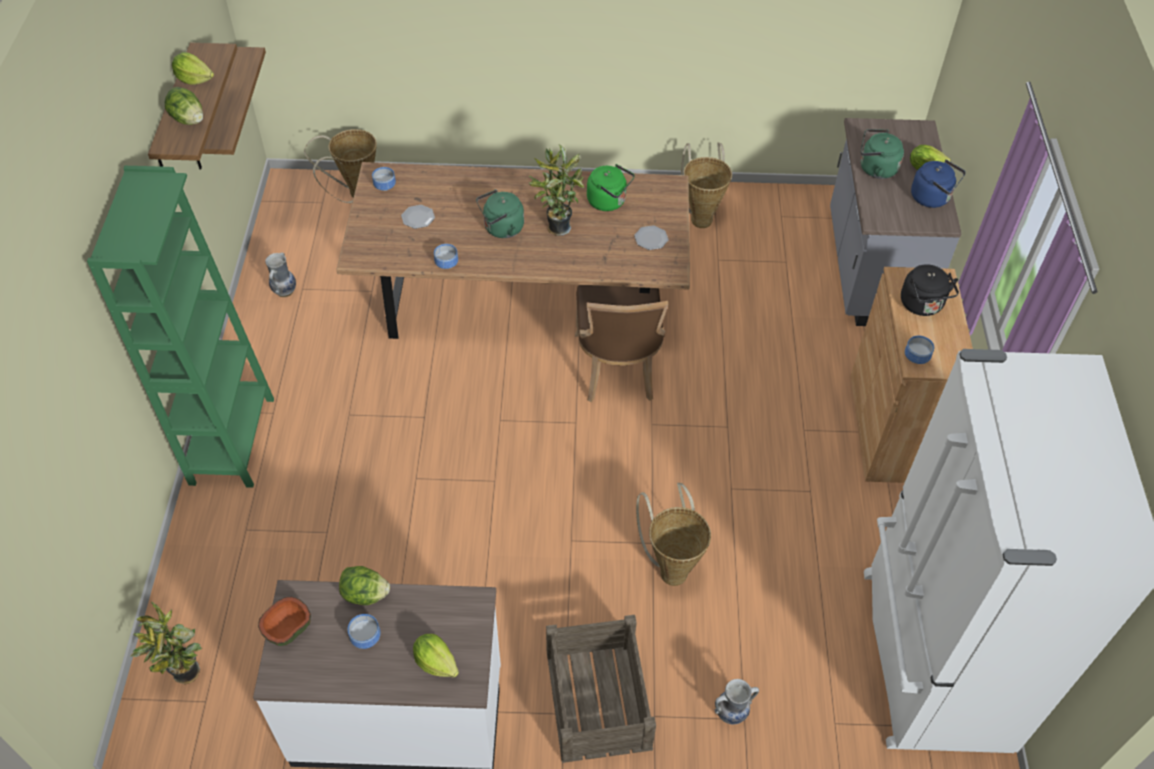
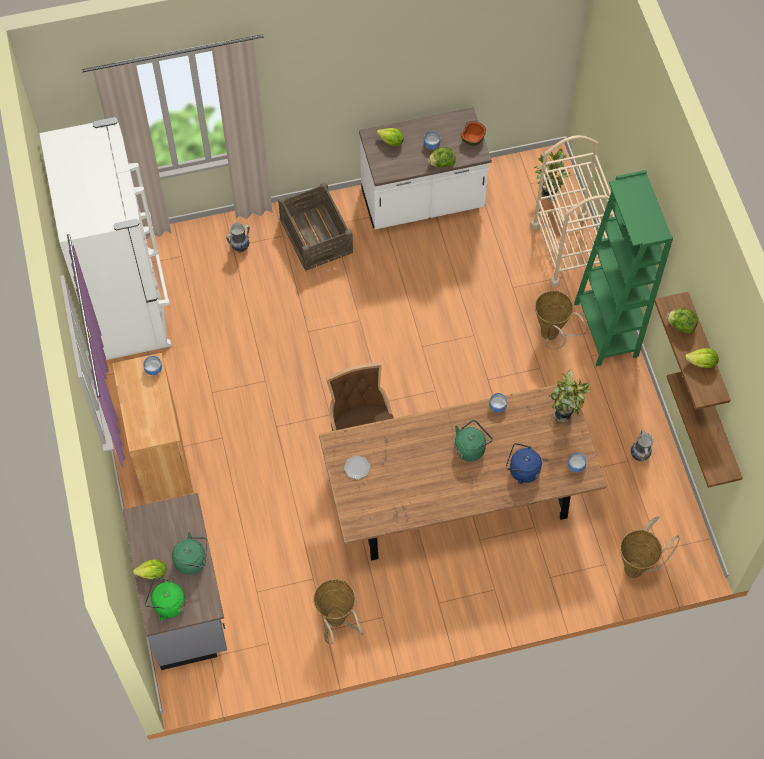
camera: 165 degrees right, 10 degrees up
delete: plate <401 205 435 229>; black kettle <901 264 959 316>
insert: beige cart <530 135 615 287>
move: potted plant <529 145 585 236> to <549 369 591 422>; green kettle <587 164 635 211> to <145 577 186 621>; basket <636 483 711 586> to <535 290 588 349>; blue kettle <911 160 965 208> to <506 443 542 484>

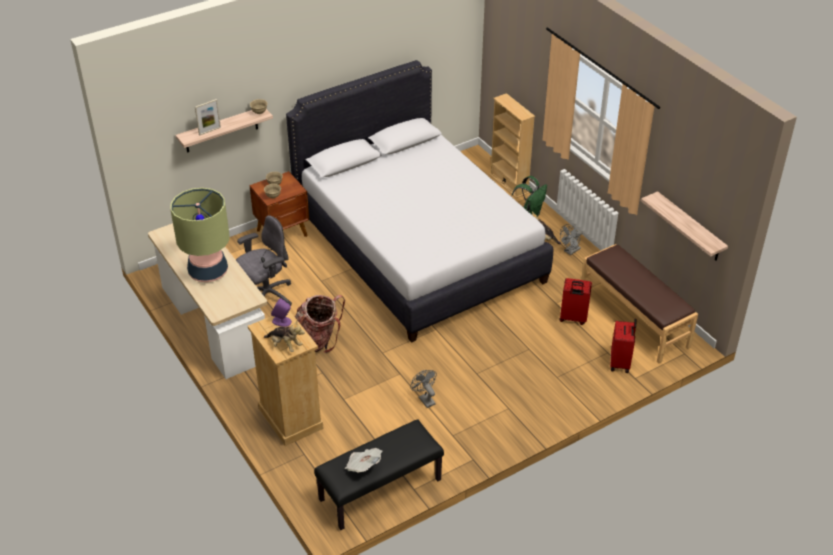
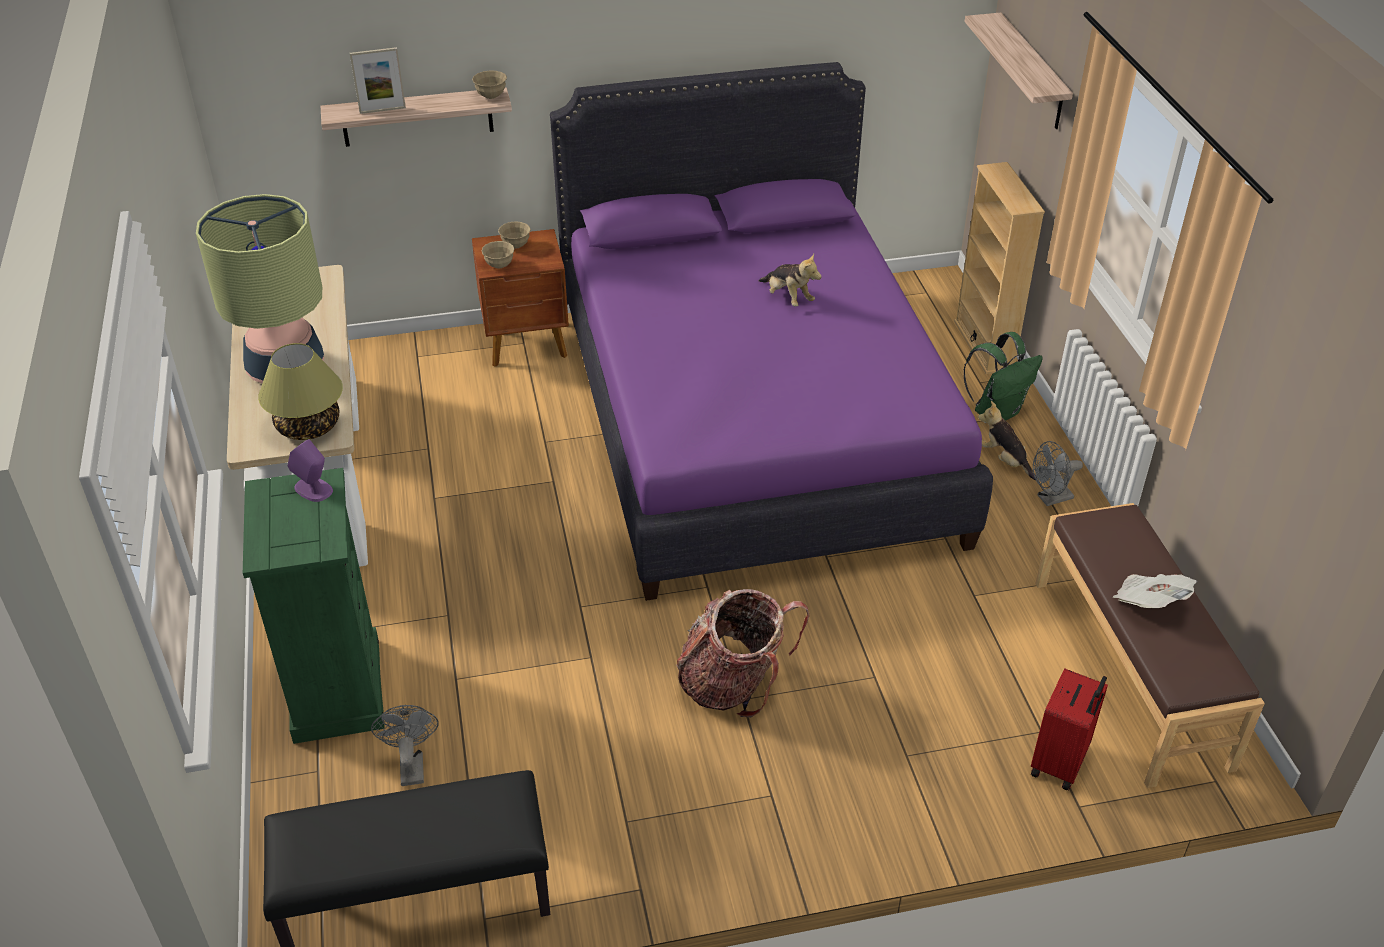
camera: 20 degrees right, 0 degrees up
delete: grey office chair <236 216 292 306>; red suitcase <559 278 592 325>
insert: table lamp <258 343 343 440>
move: plush toy <264 321 305 352> to <759 254 822 306>; backpack <295 295 345 353> to <676 589 810 717>; newspaper <345 448 382 472> to <1113 574 1197 608>; grey fan <410 370 437 408> to <371 705 439 786>; shelf <641 191 728 261> to <964 13 1073 129>
recolor: beige dresser <248 310 324 446> to green dresser <243 468 385 744>; white bed <286 60 553 343> to purple bed <550 62 993 601>

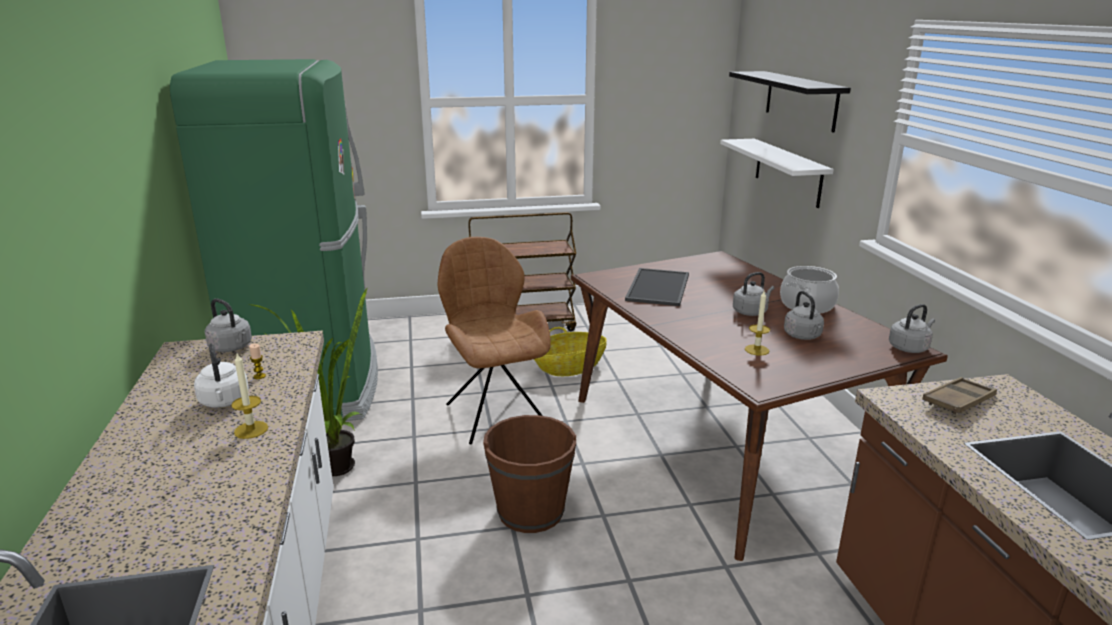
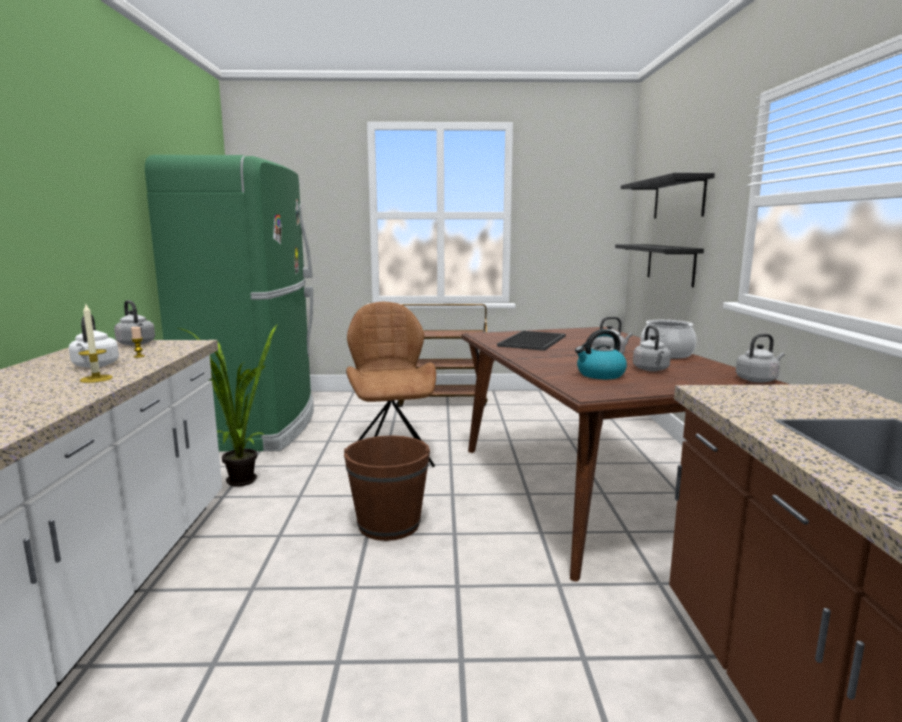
camera: 10 degrees right, 10 degrees down
delete: basket <534 327 607 376>; brown tray <922 377 997 415>
replace: candle <745 291 770 356> to kettle <575 329 627 379>
recolor: white shelf <720 139 834 208> to black shelf <615 244 704 287>

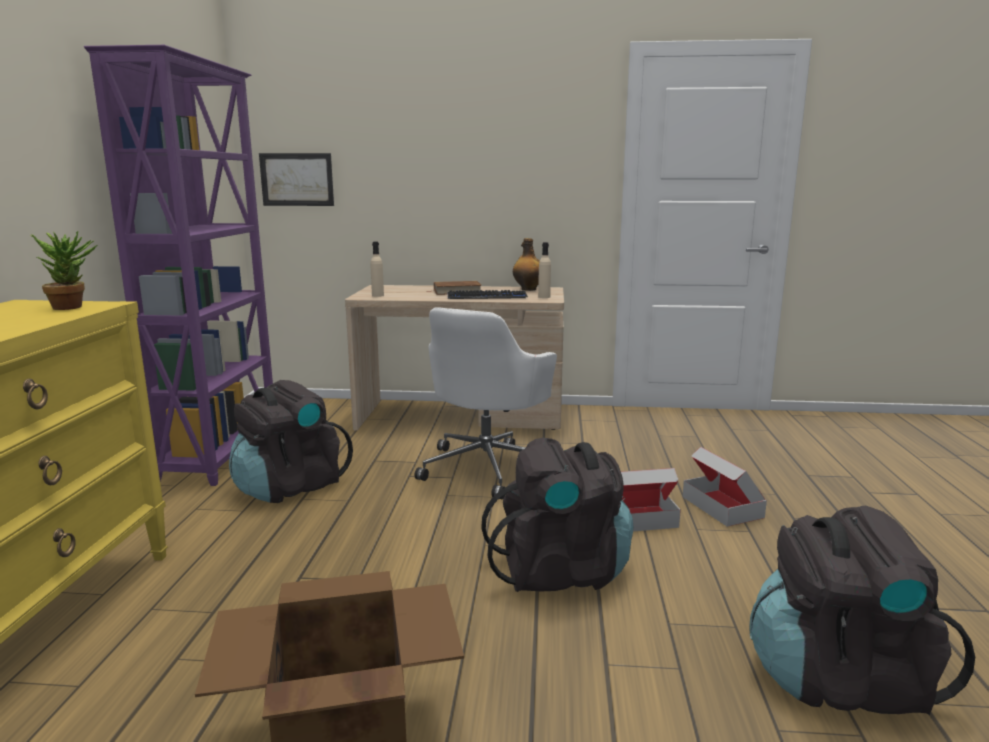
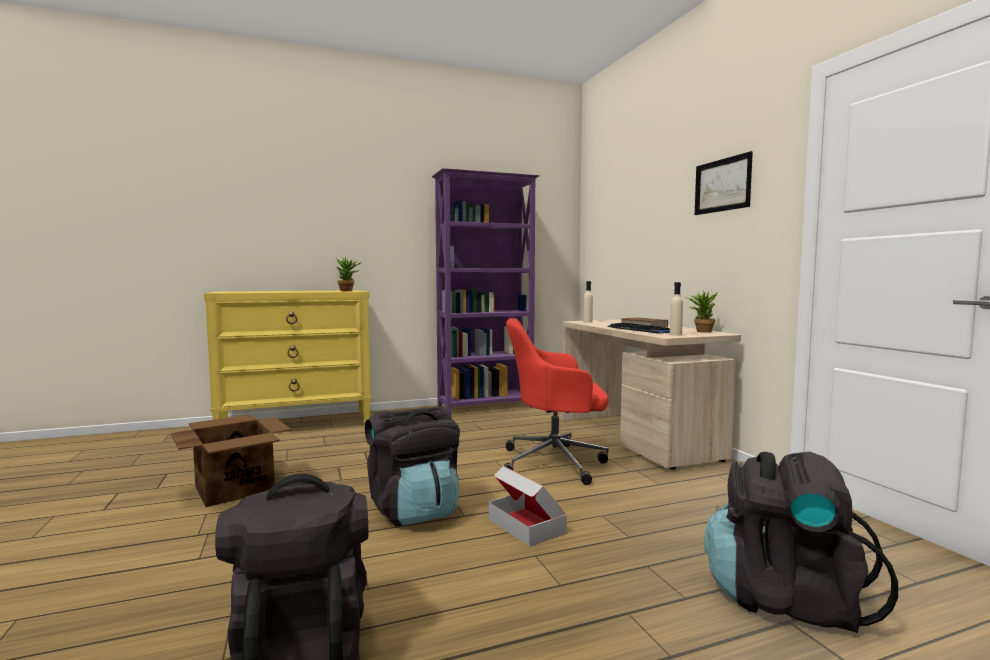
camera: 65 degrees right, 10 degrees down
delete: cardboard box <683 447 767 527>
move: black backpack <229 380 353 503> to <704 452 898 633>; picture <259 153 334 206> to <695 151 753 215>
replace: bottle <513 238 540 291> to potted plant <685 291 718 333>
recolor: white office chair <415 307 557 499> to red office chair <504 318 608 485>

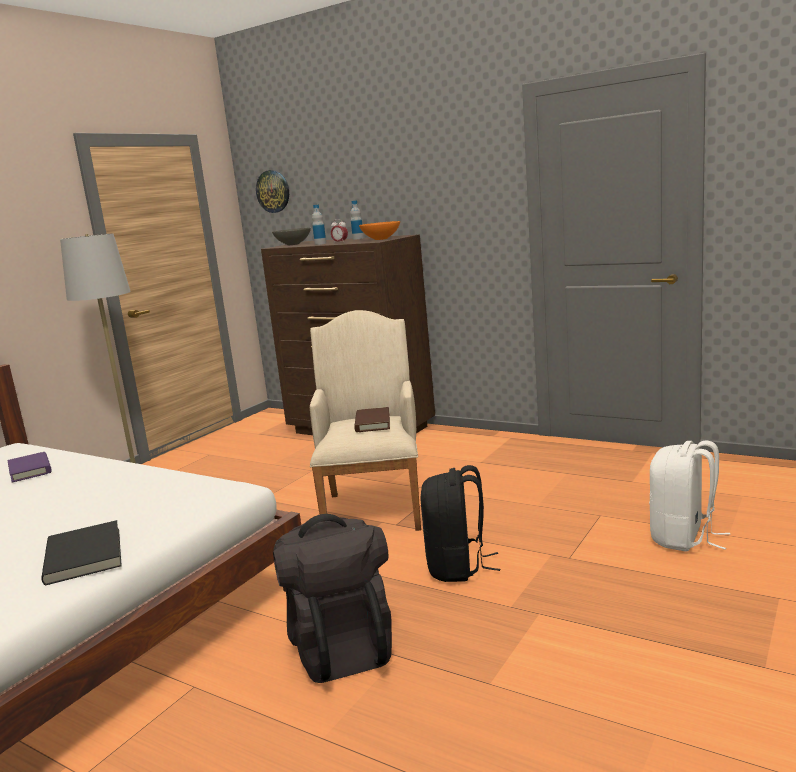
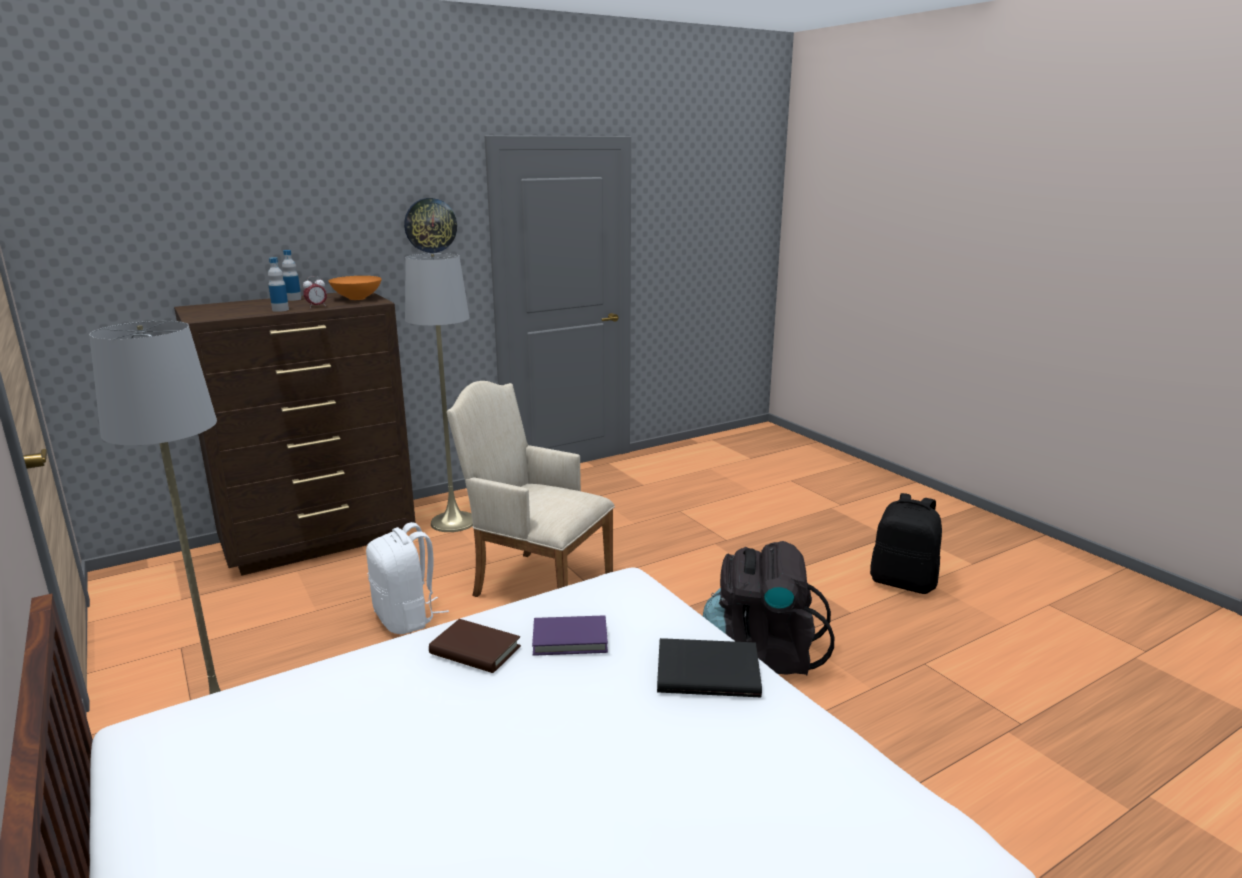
camera: 65 degrees left, 5 degrees up
delete: grey bowl <272 228 311 245>
insert: grey floor lamp <405 253 473 532>
move: purple book <7 452 52 483> to <532 616 608 656>; wall clock <256 170 289 213> to <404 198 457 253>; brown book <354 407 390 432> to <429 619 521 673>; black backpack <421 465 500 582> to <870 493 942 594>; white backpack <649 440 730 552> to <366 522 449 634>

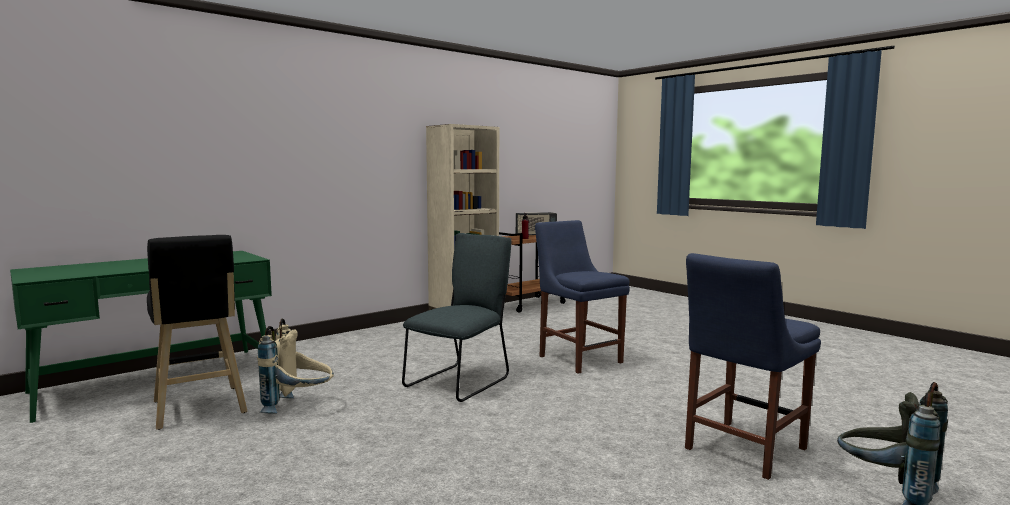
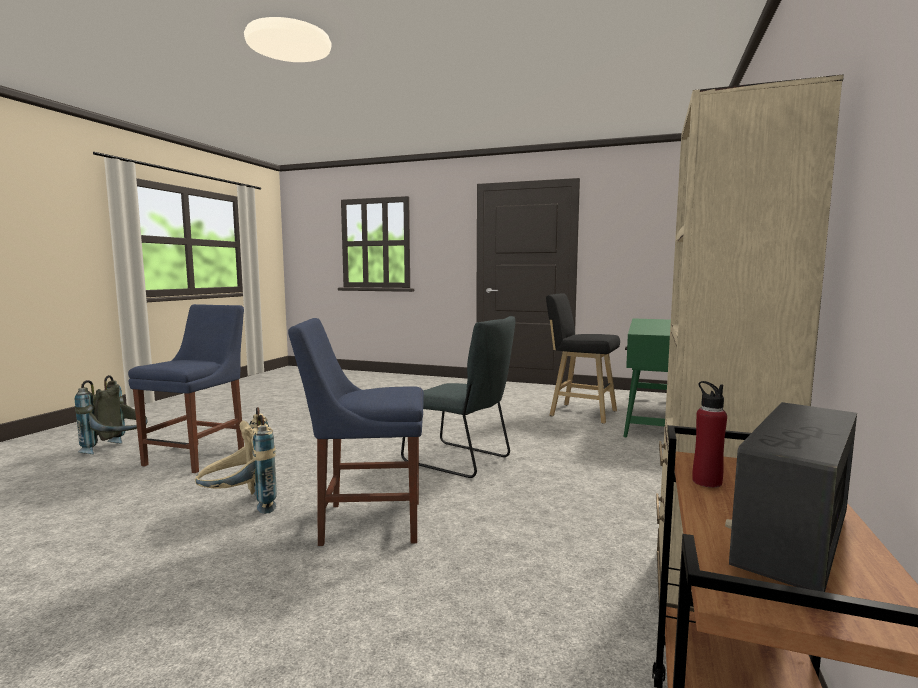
camera: 150 degrees right, 0 degrees up
move: beige backpack <257 319 334 414> to <195 407 277 514>
rotate: grey chair <402 233 511 402> = <401 316 516 478> 60 degrees counterclockwise; blue chair <535 220 630 374> = <288 318 424 546> 150 degrees clockwise

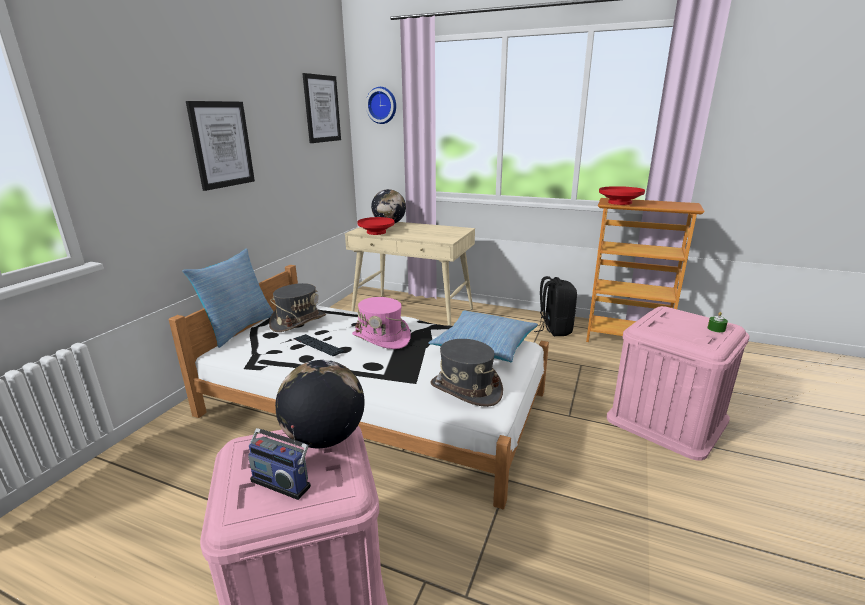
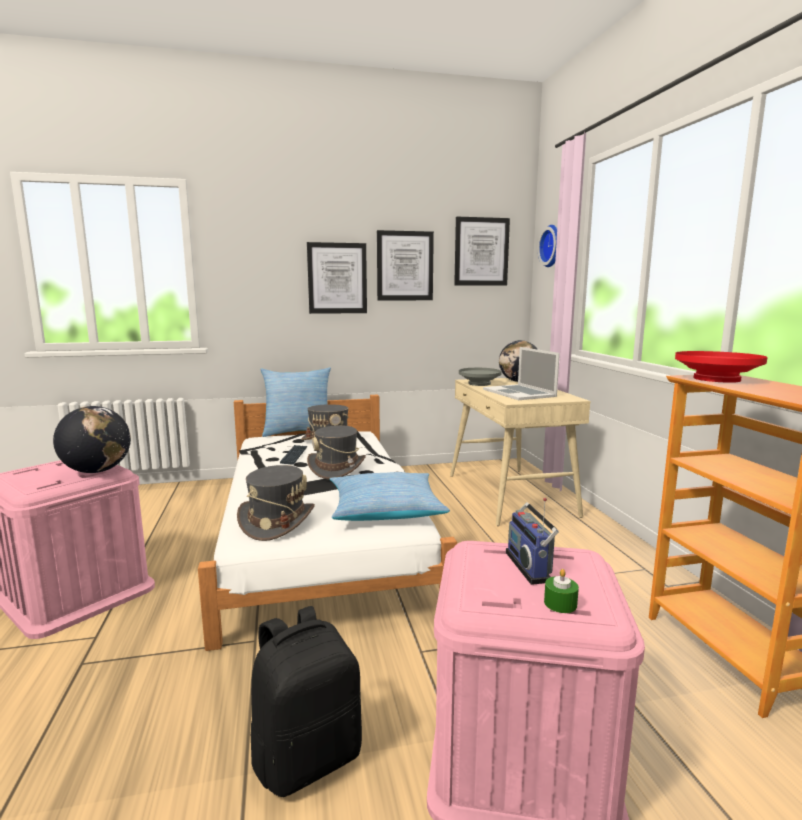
camera: 55 degrees right, 10 degrees down
insert: picture <377 230 434 300>; laptop <483 347 560 400>
move: radio <248 425 311 500> to <506 498 559 585>; black backpack <534 276 577 336> to <251 606 362 797>
recolor: pink hat <352 297 411 349> to grey hat <307 425 366 479>; red bowl <357 217 394 235> to grey bowl <459 368 502 386>

